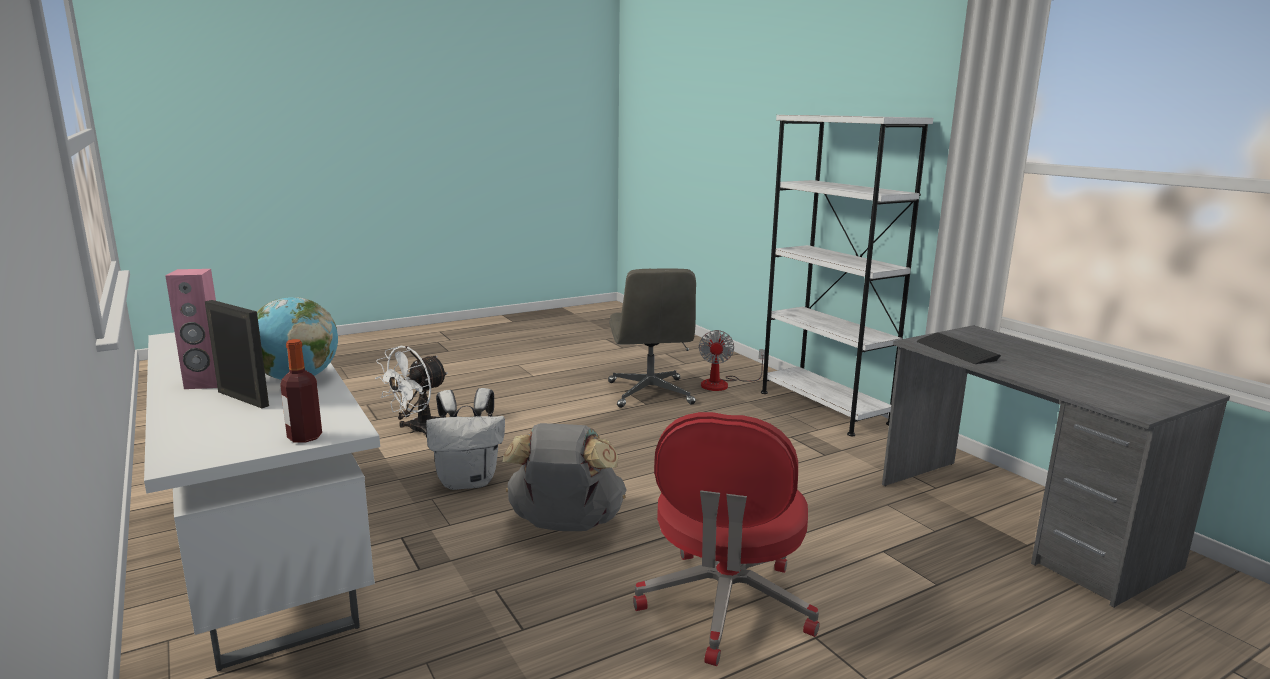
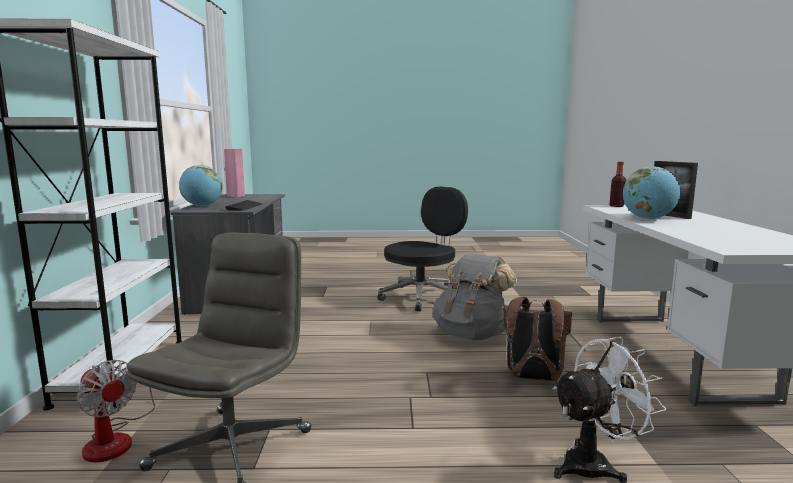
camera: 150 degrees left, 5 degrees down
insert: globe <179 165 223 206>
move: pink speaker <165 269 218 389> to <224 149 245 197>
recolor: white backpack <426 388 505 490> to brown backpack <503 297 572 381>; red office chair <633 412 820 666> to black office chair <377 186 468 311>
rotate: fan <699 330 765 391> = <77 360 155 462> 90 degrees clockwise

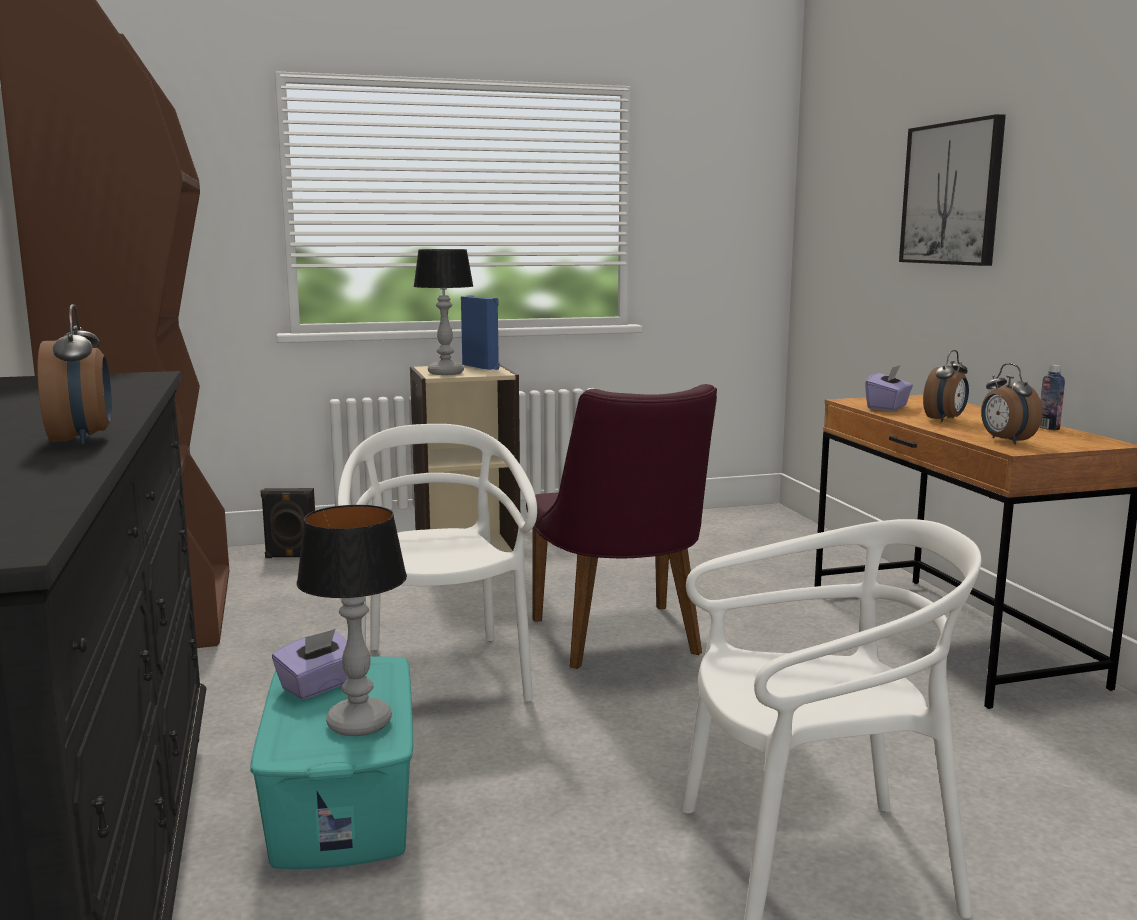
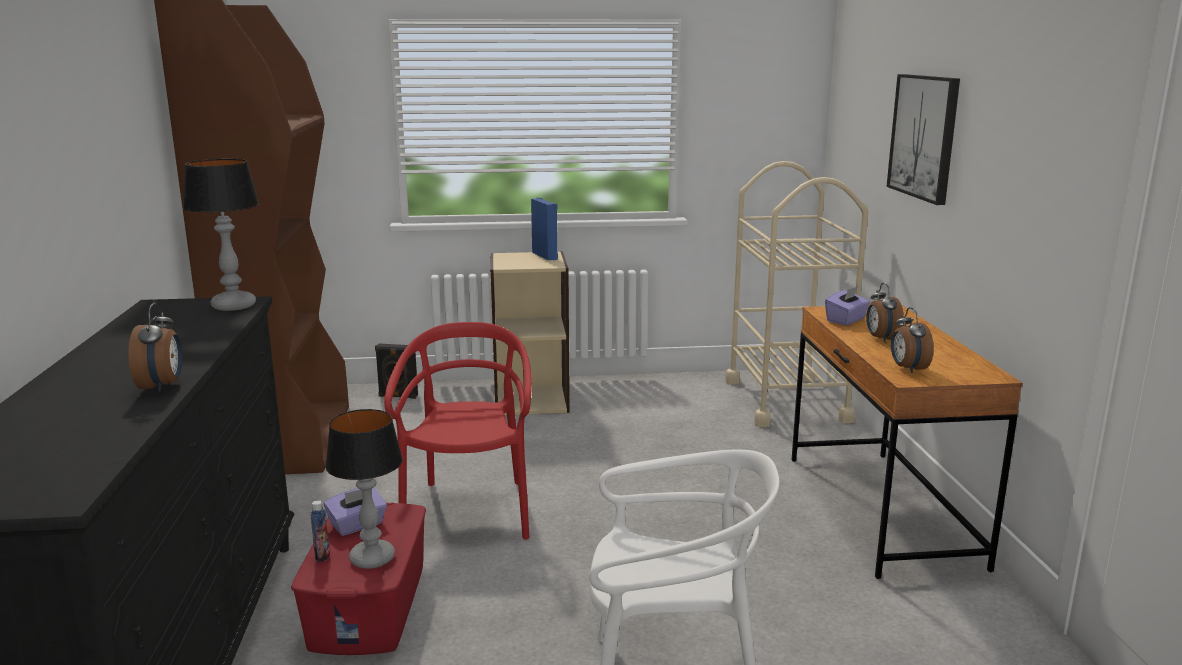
camera: 10 degrees right, 5 degrees up
delete: purple chair <526 384 717 669>
insert: beige cart <725 161 869 427>
move: table lamp <413 249 473 375> to <183 159 259 311>; bottle <1040 365 1065 430> to <310 500 330 562>
recolor: turquoise storage box <250 657 413 869> to red storage box <291 503 426 655>; white chair <338 424 537 702> to red chair <384 322 532 540>
rotate: alarm clock <923 350 969 422> = <866 283 904 343> 120 degrees clockwise

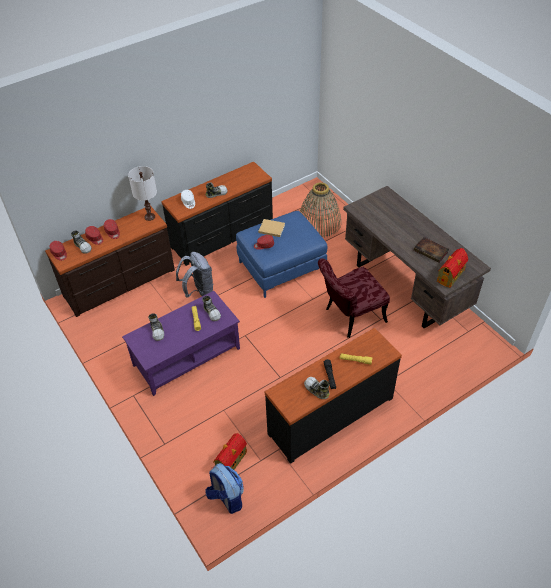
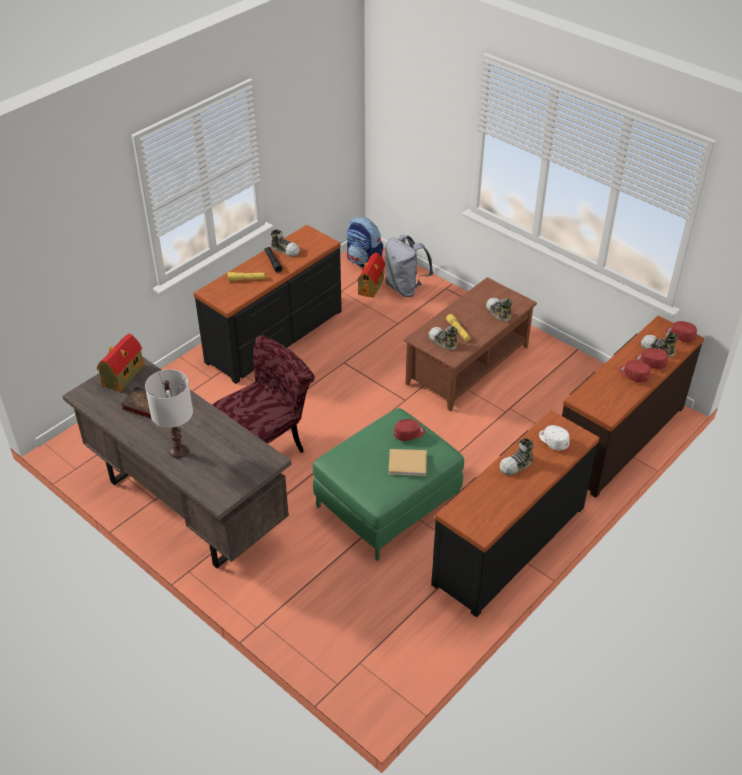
camera: 165 degrees right, 5 degrees down
delete: basket <300 182 341 238>
move: white table lamp <128 166 157 221> to <145 369 193 458>; grey backpack <176 252 213 298> to <385 235 433 297>
recolor: purple coffee table <122 291 240 396> to brown coffee table <404 277 537 411>; blue ottoman <236 211 327 298> to green ottoman <313 408 464 561>

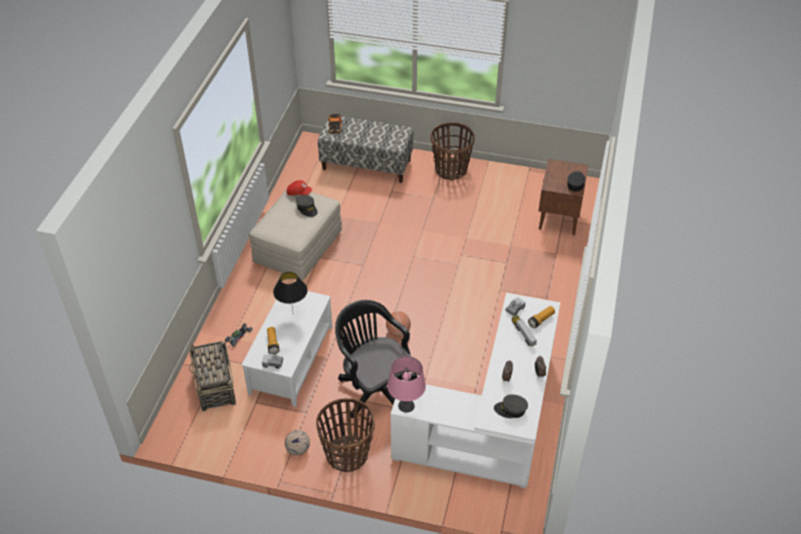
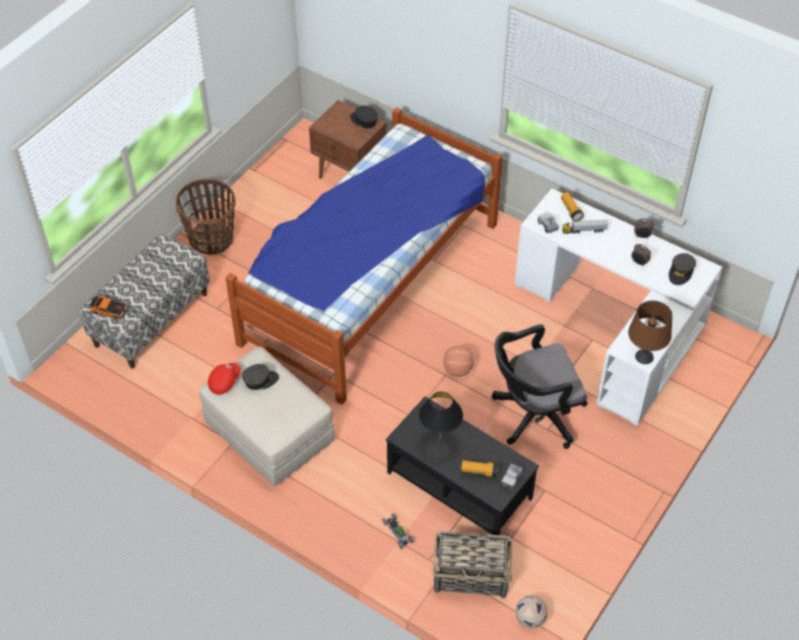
camera: 70 degrees left, 5 degrees up
delete: basket <316 398 375 472>
insert: bed <226 107 503 405>
move: football <285 430 310 455> to <515 595 548 628>
recolor: white coffee table <241 291 332 407> to black coffee table <386 396 539 535>; pink table lamp <387 356 426 413> to brown table lamp <628 300 673 364>

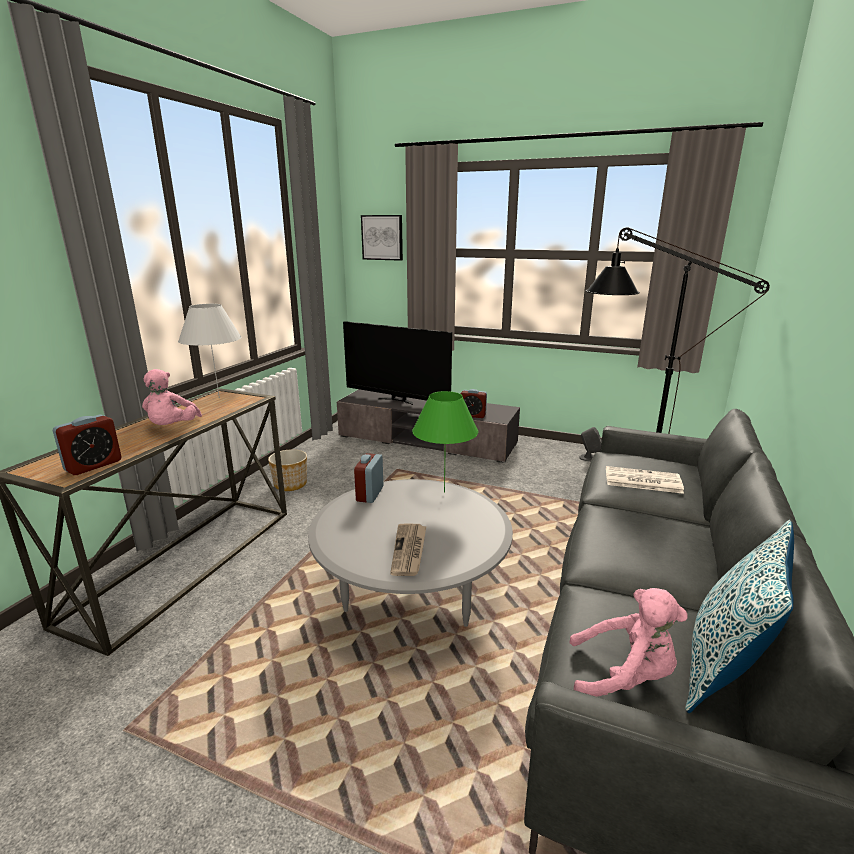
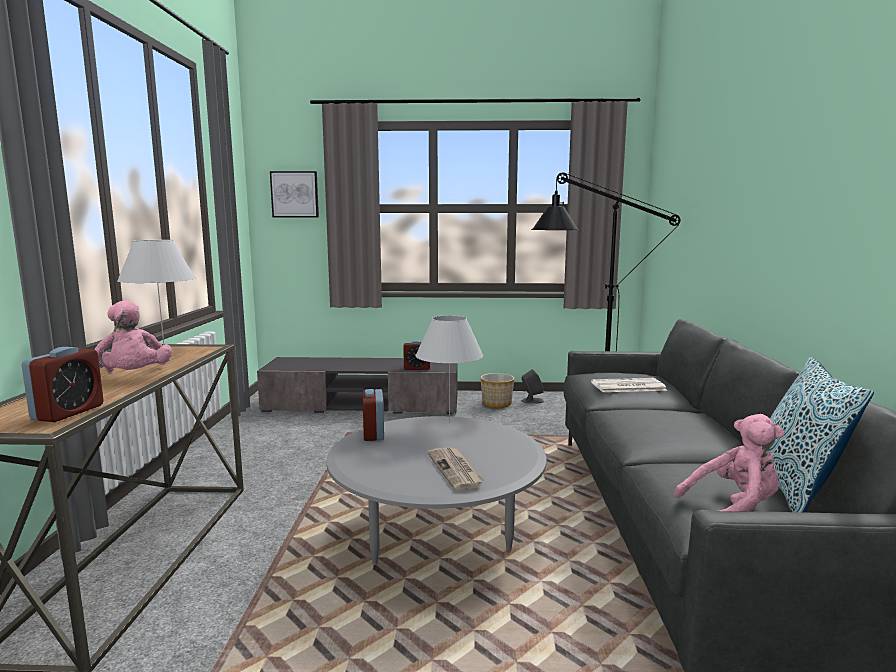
camera: 20 degrees left, 10 degrees down
delete: television <343 321 452 405>
move: planter <268 449 307 491> to <480 373 514 408>
recolor: green table lamp <412 391 478 493> to white table lamp <415 315 483 423>

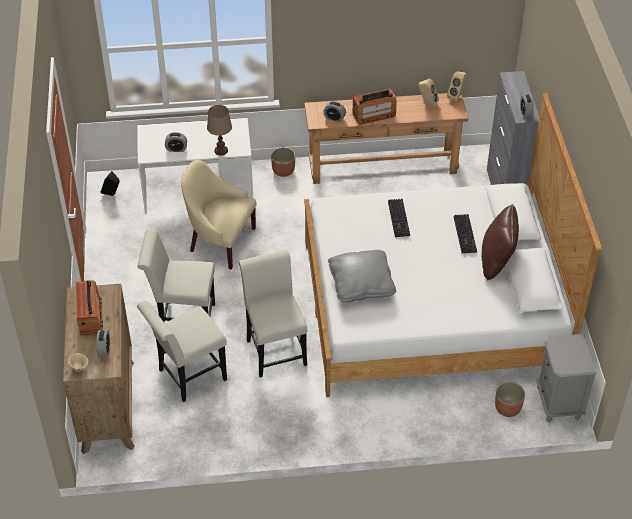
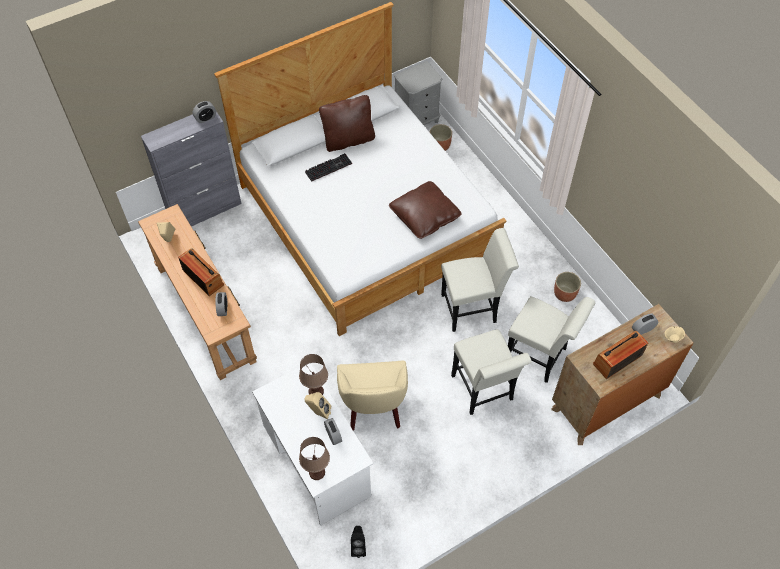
camera: 115 degrees left, 10 degrees up
delete: keyboard <388 199 410 237>
insert: brown table lamp <299 437 330 480>
move: planter <271 147 295 177> to <554 272 581 302>; beige speaker <447 72 467 102> to <304 392 331 419>
recolor: grey pillow <328 250 396 302> to brown pillow <389 181 462 239>
rotate: white chair <239 250 307 377> = <441 228 519 332> 150 degrees counterclockwise

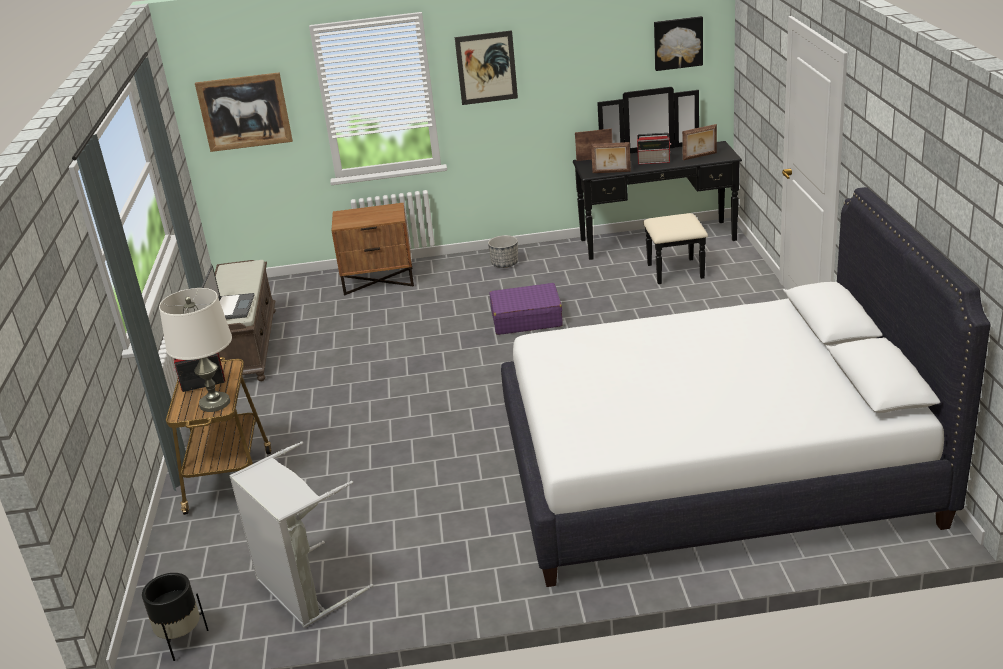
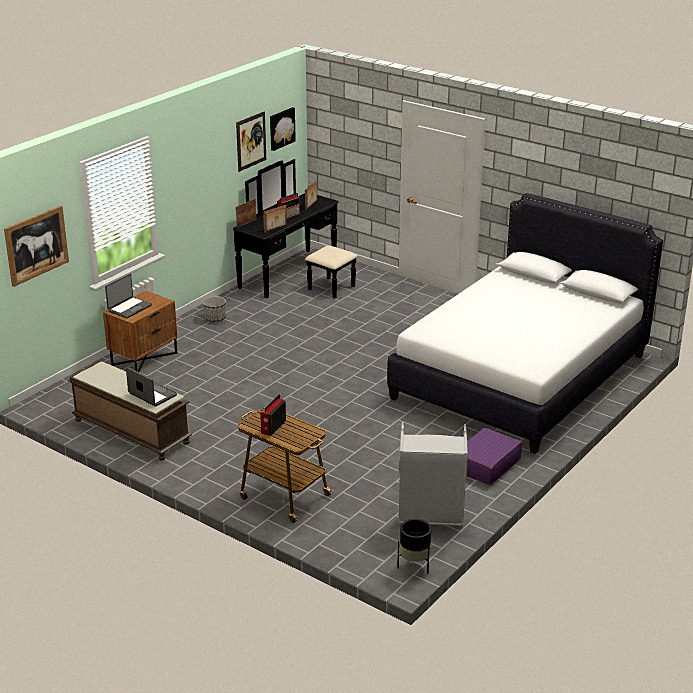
camera: 50 degrees left, 0 degrees up
delete: white table lamp <159 288 232 412>
insert: laptop <105 274 152 318>
move: picture <455 30 518 105> to <236 111 266 172>; purple suitcase <489 283 563 335> to <467 428 522 485>

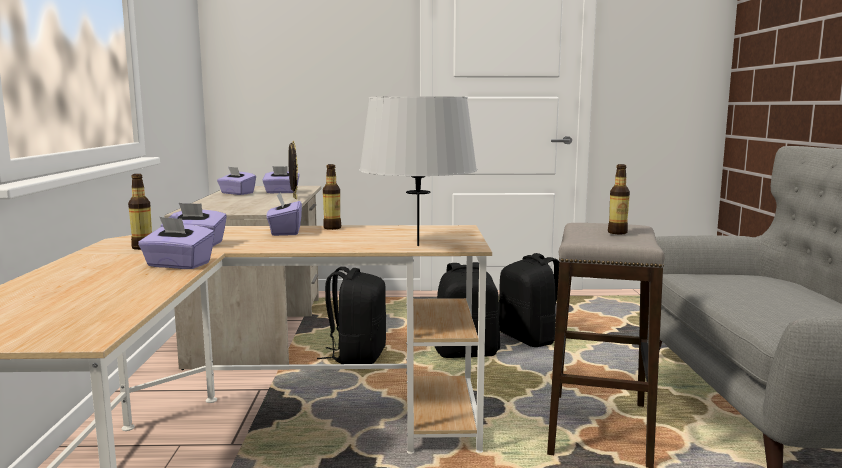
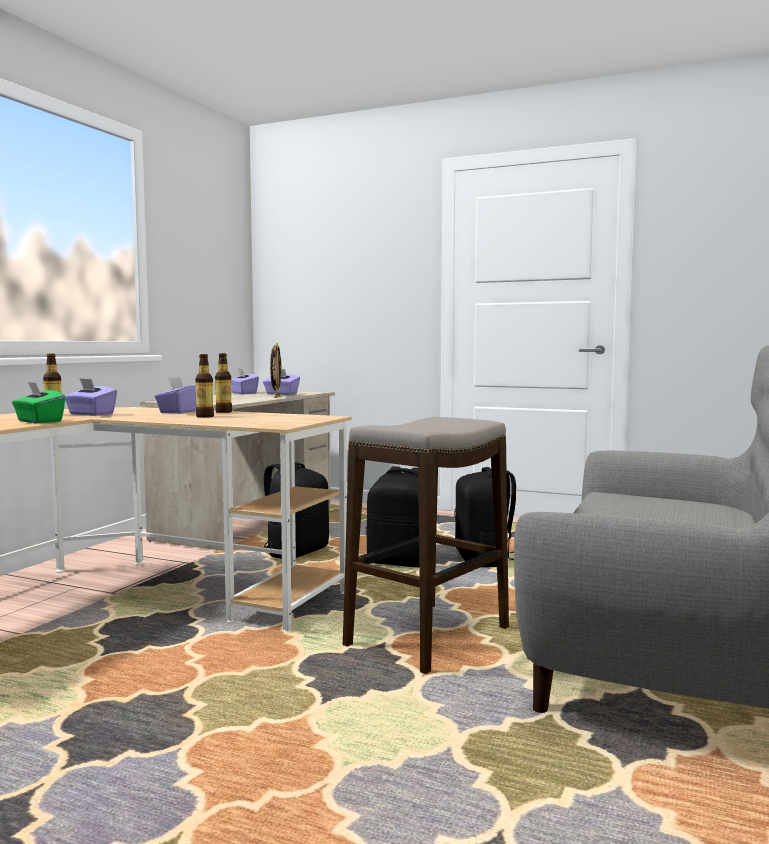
camera: 25 degrees right, 5 degrees down
delete: grey table lamp <359 96 477 246>
move: bottle <608 164 630 234> to <195 354 214 418>
recolor: purple tissue box <138 217 215 269> to green tissue box <12 382 65 424>

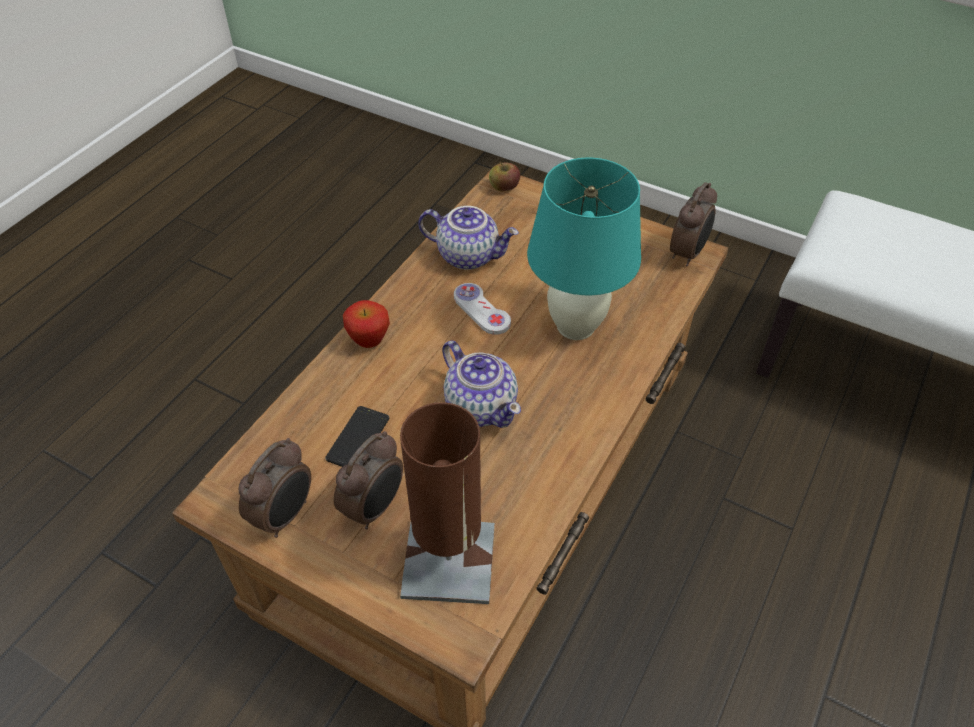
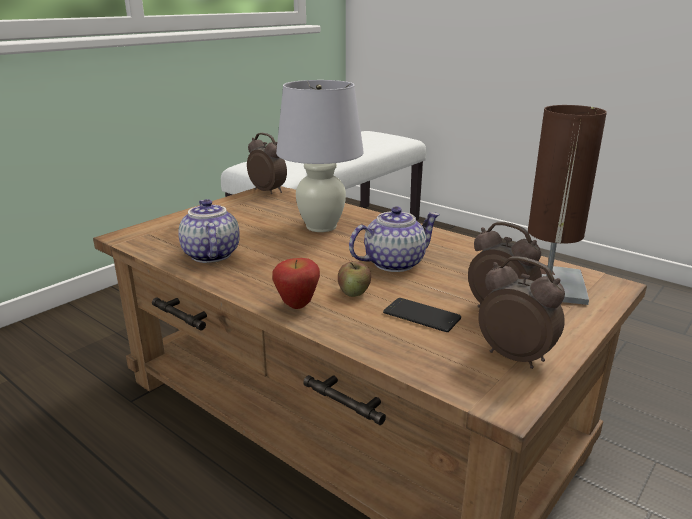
camera: 80 degrees left, 25 degrees down
delete: white game controller <454 283 511 335>
move: apple <489 162 520 192> to <338 261 371 297>
recolor: turquoise table lamp <527 158 641 340> to white table lamp <276 80 364 232>
rotate: teapot <418 206 519 270> = <178 199 240 263> 45 degrees counterclockwise

